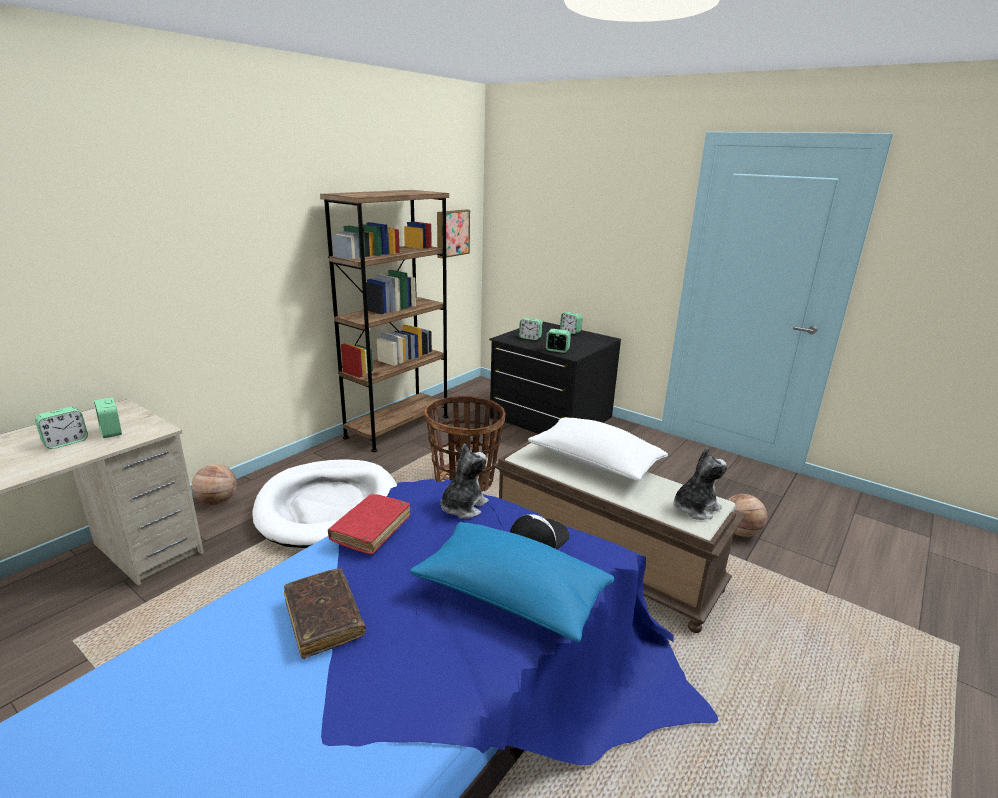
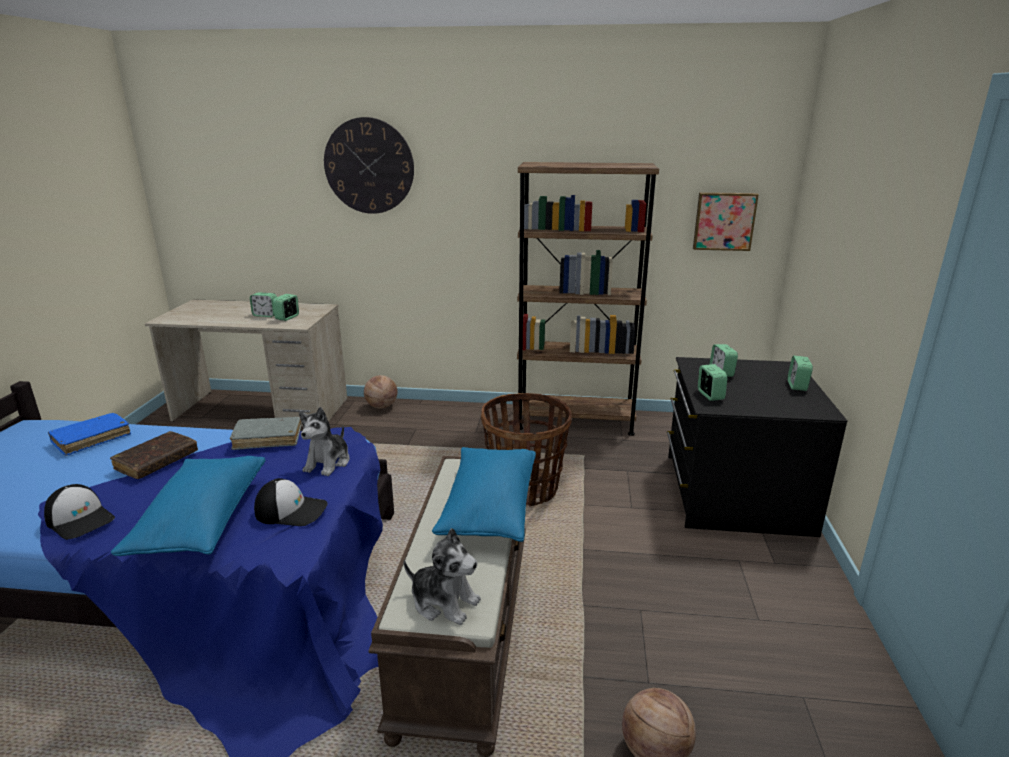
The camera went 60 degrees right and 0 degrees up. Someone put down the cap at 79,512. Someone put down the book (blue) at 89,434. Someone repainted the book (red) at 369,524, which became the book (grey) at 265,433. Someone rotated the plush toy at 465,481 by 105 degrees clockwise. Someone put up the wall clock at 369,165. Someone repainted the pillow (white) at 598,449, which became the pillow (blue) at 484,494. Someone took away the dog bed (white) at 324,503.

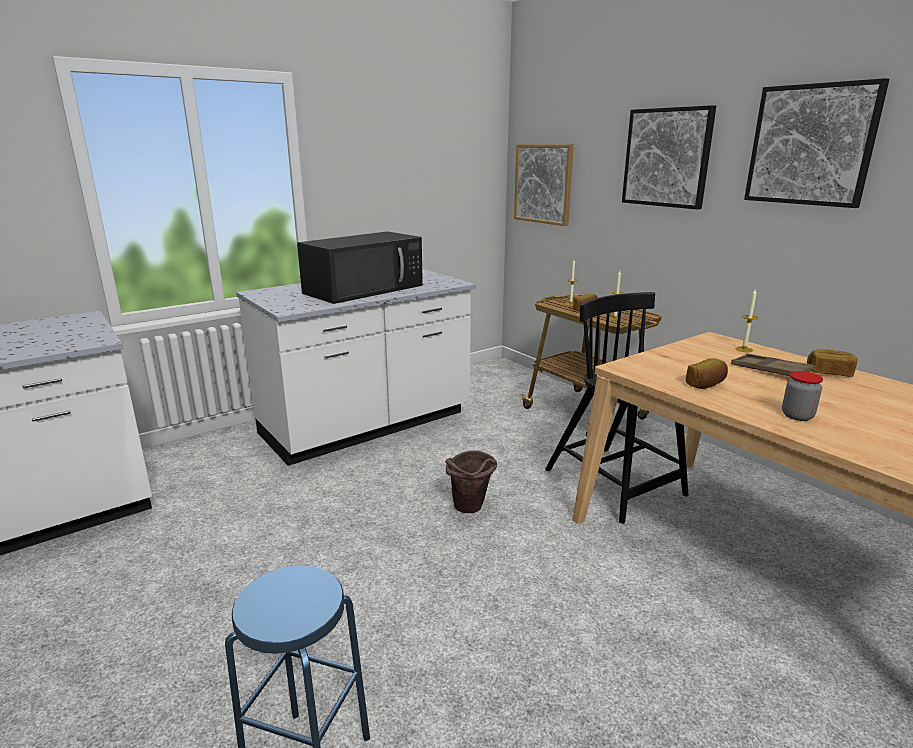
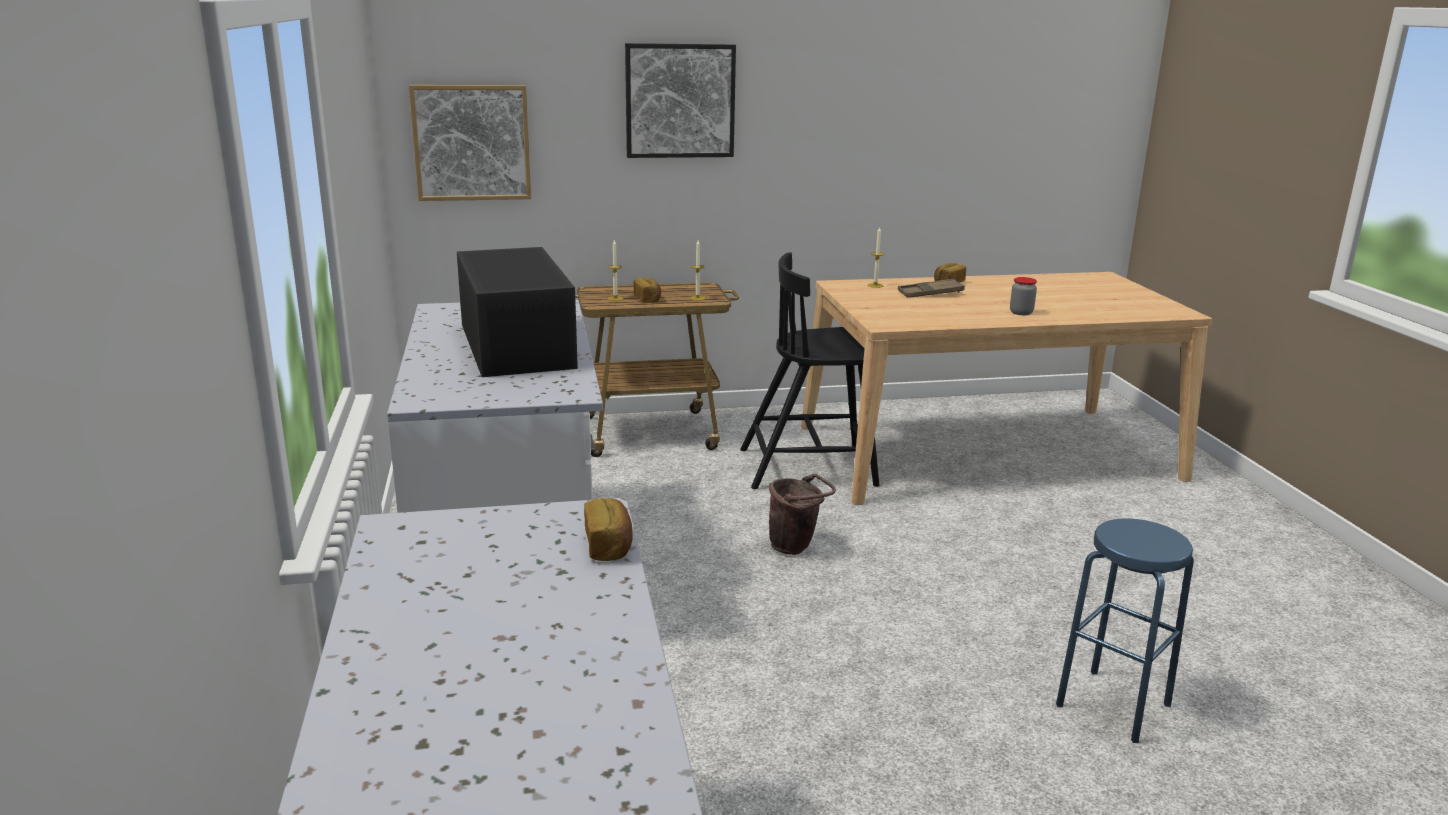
The camera went 65 degrees left and 0 degrees up. Someone carried the bread from 707,373 to 608,529. Someone took away the picture at 817,143.

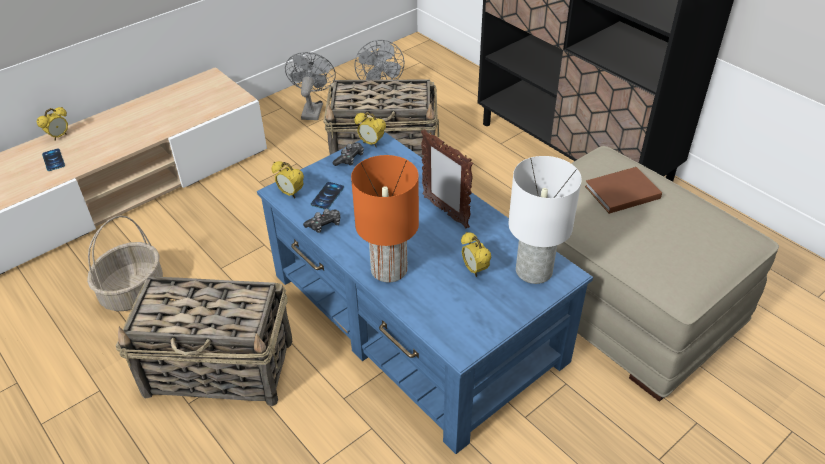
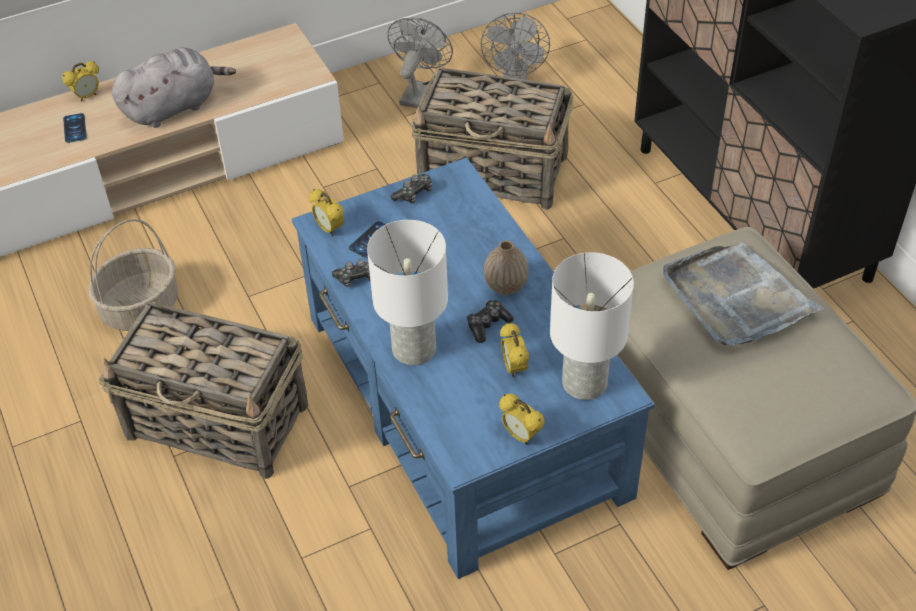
The camera went 15 degrees right and 5 degrees up. Someone put down the plush toy (grey) at 174,87. Someone repainted the table lamp (orange) at 385,219, which became the table lamp (white) at 407,292. Someone put down the game controller at 490,321. Someone swapped the picture frame at 447,178 for the vase at 506,267. Someone carried the alarm clock from 370,130 to 522,419. Someone swapped the book (brown) at 623,190 for the tray (grey) at 743,293.

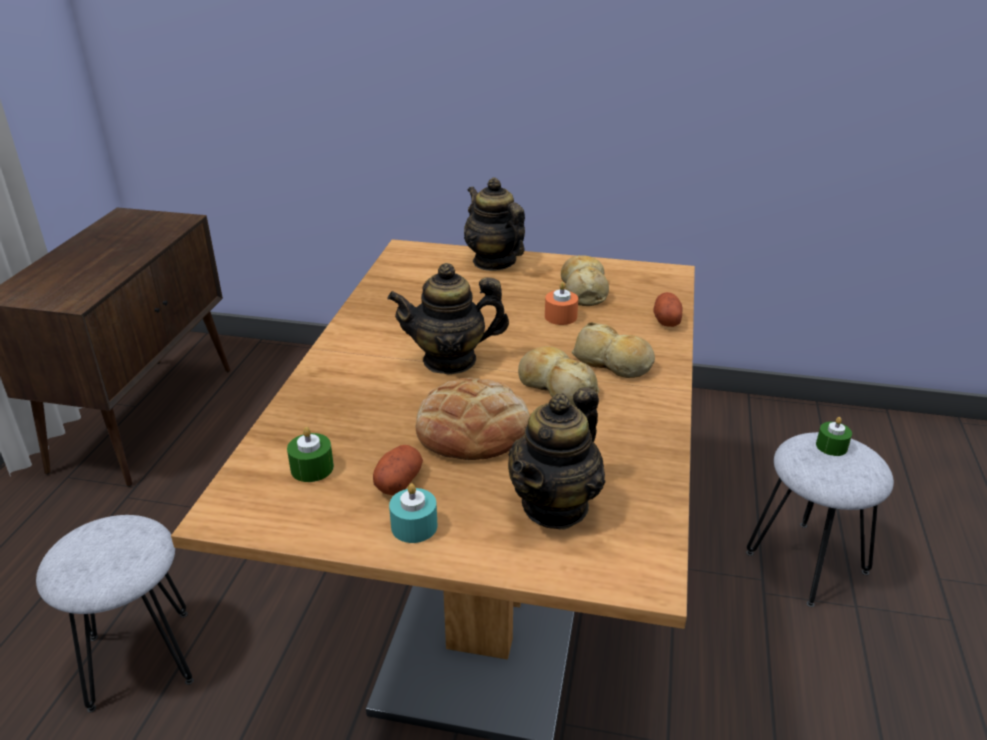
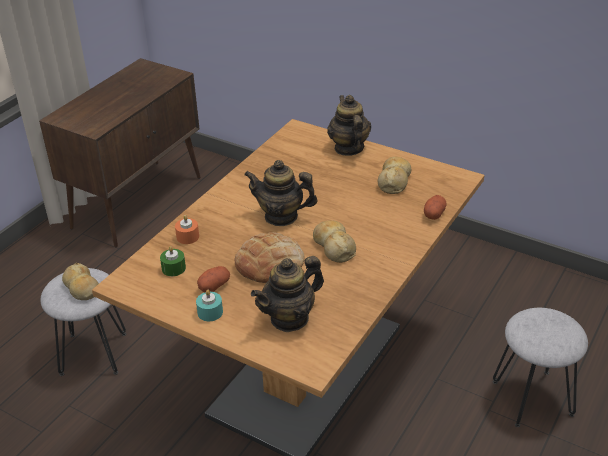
The camera went 20 degrees right and 5 degrees up. Someone carried the bread from 613,350 to 80,281. Someone carried the candle (orange) from 561,303 to 187,229. Someone took away the candle (green) at 834,436.

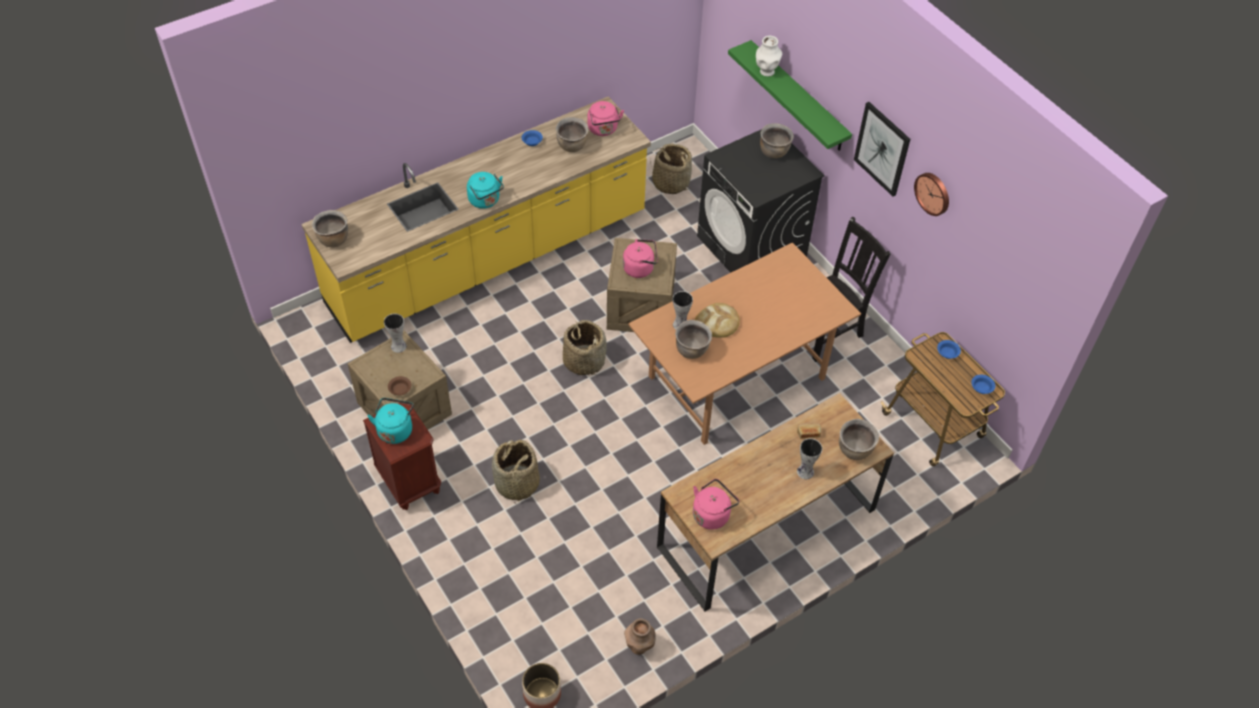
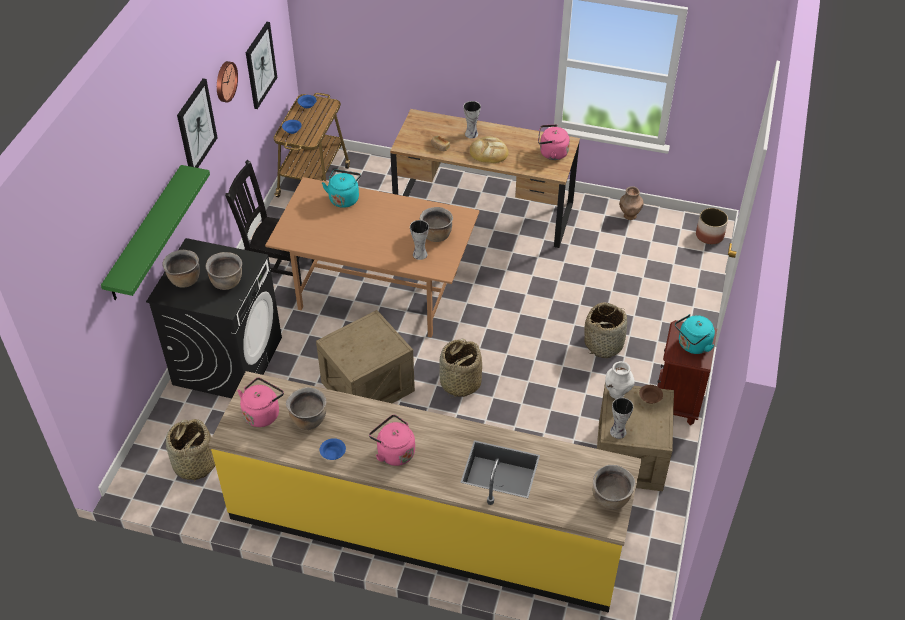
The camera went 130 degrees left and 5 degrees down. Someone carried the cooking pot (brown) from 859,439 to 223,271. Someone put up the picture at 261,65. Someone carried the kettle (turquoise) from 485,190 to 341,189. Someone carried the kettle (pink) from 640,258 to 392,440. Someone carried the bread from 717,320 to 489,149. Someone carried the vase (white) from 769,56 to 620,380.

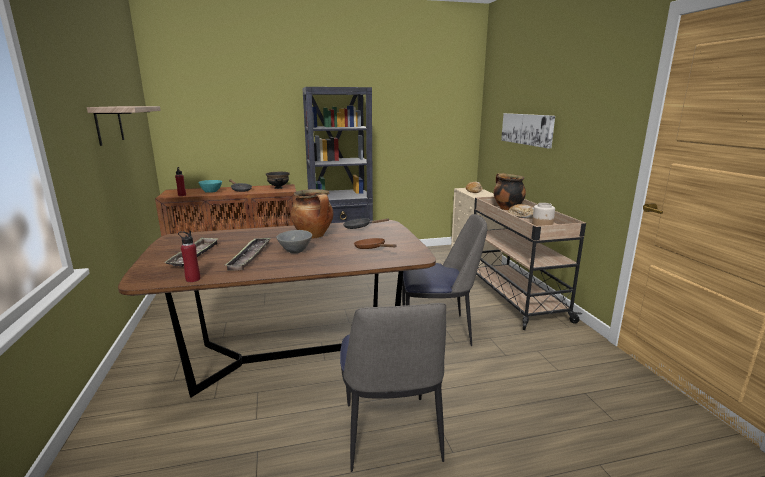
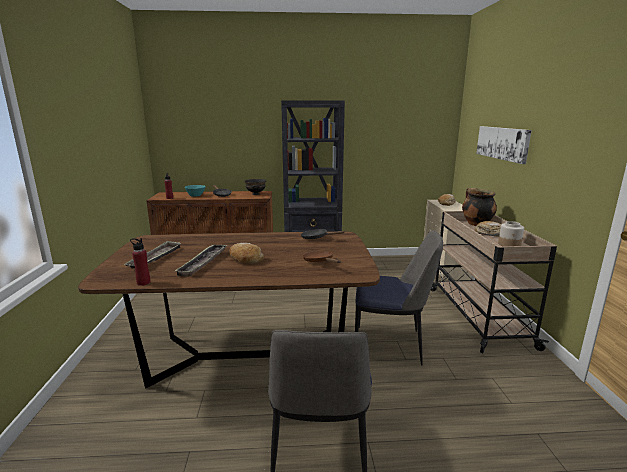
The camera went 10 degrees right and 0 degrees up. Someone swapped the bowl (grey) at 294,241 for the bread at 246,253. Someone took away the shelf at 124,126. Someone took away the cooking pot at 312,214.

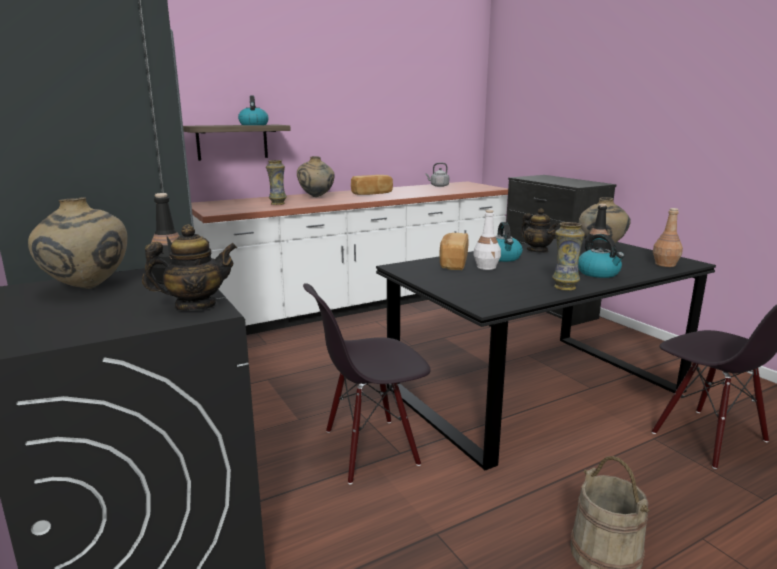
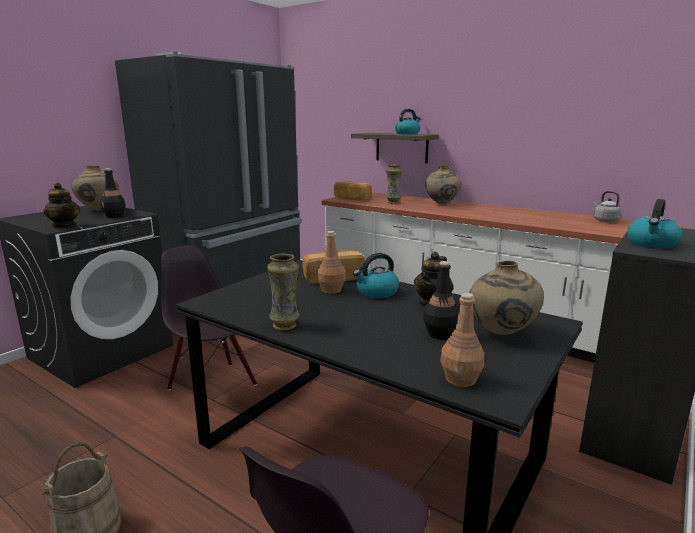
The camera went 65 degrees right and 0 degrees up. Someone repainted the bottle (white) at 487,240, which became the bottle (brown) at 331,262. Someone carried the bread from 372,185 to 352,191. Someone carried the kettle from 601,256 to 655,223.

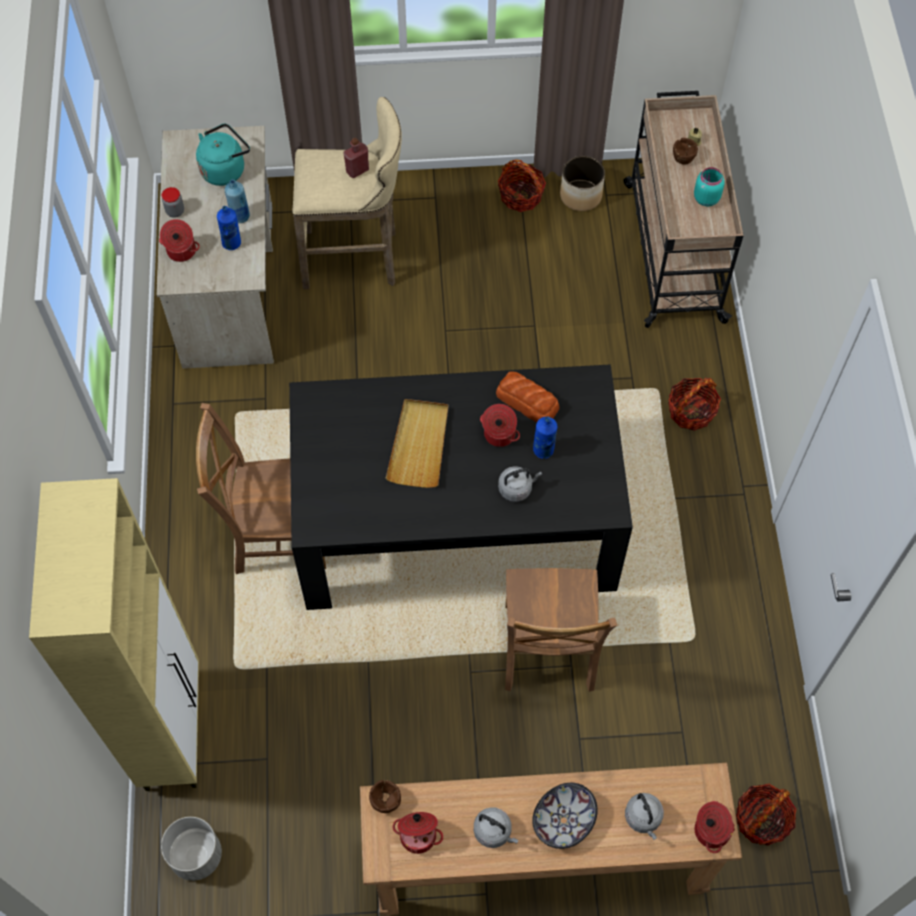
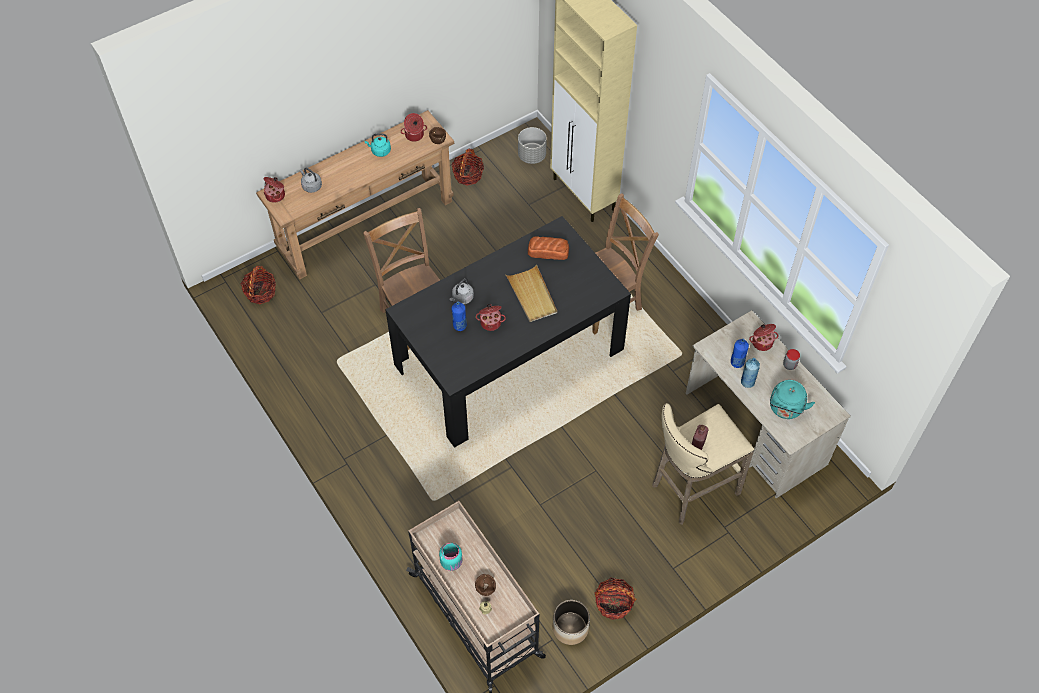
The camera went 150 degrees right and 5 degrees down. Someone repainted the kettle (grey) at 496,827, which became the kettle (turquoise) at 378,145. Someone carried the basket from 694,404 to 467,167. Someone carried the bread from 527,396 to 548,248. Someone took away the bowl at 565,816.

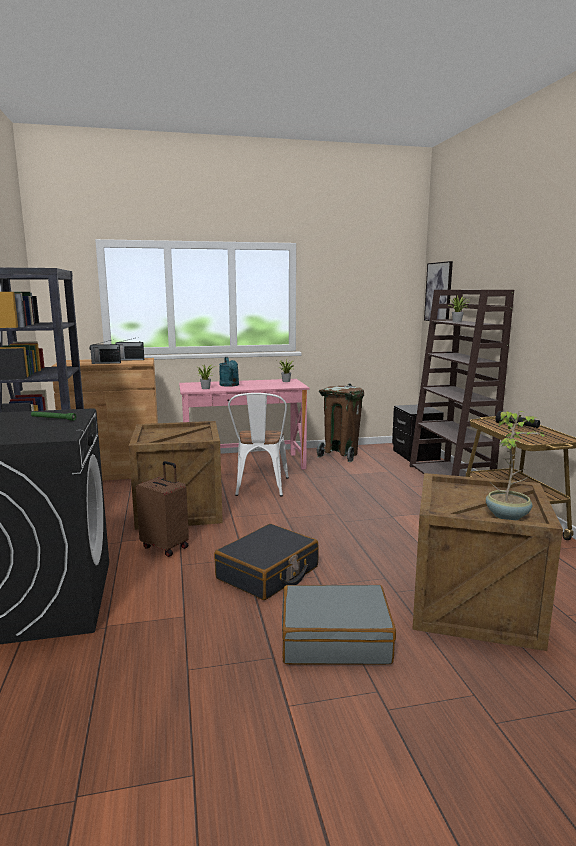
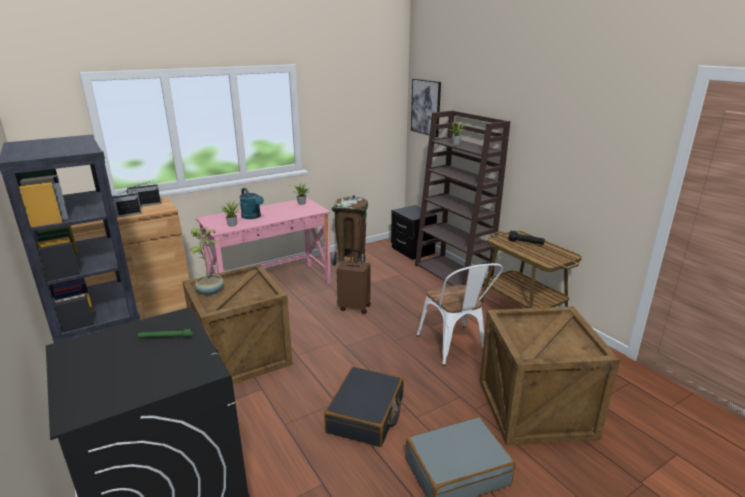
The camera went 20 degrees left and 10 degrees up. Someone carried the potted plant from 515,465 to 207,261. Someone carried the suitcase (brown) from 162,509 to 354,281. Someone carried the chair (white) from 258,444 to 459,314.

